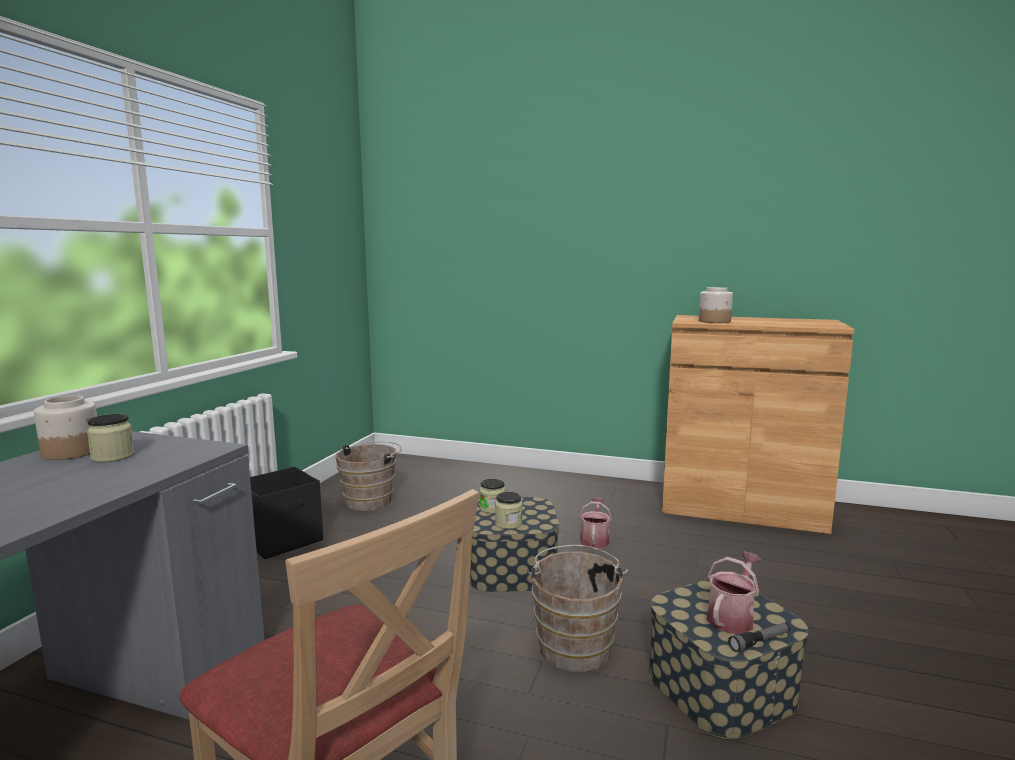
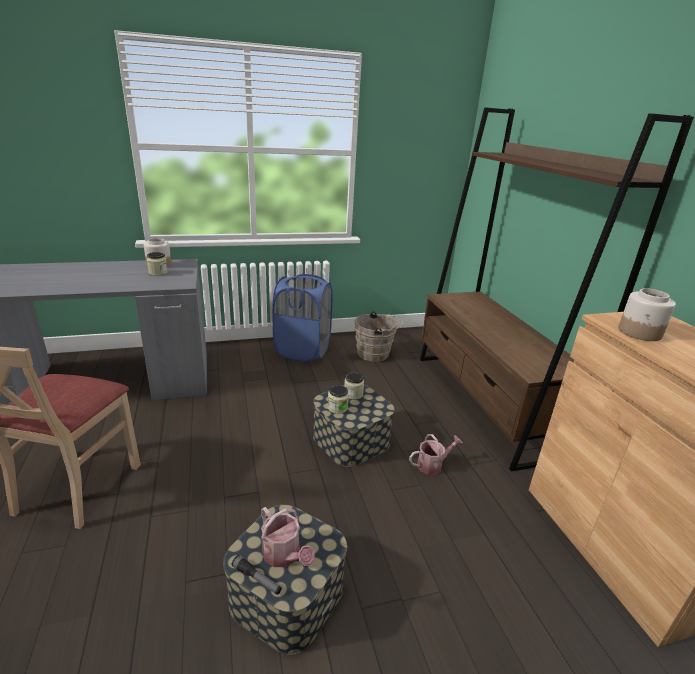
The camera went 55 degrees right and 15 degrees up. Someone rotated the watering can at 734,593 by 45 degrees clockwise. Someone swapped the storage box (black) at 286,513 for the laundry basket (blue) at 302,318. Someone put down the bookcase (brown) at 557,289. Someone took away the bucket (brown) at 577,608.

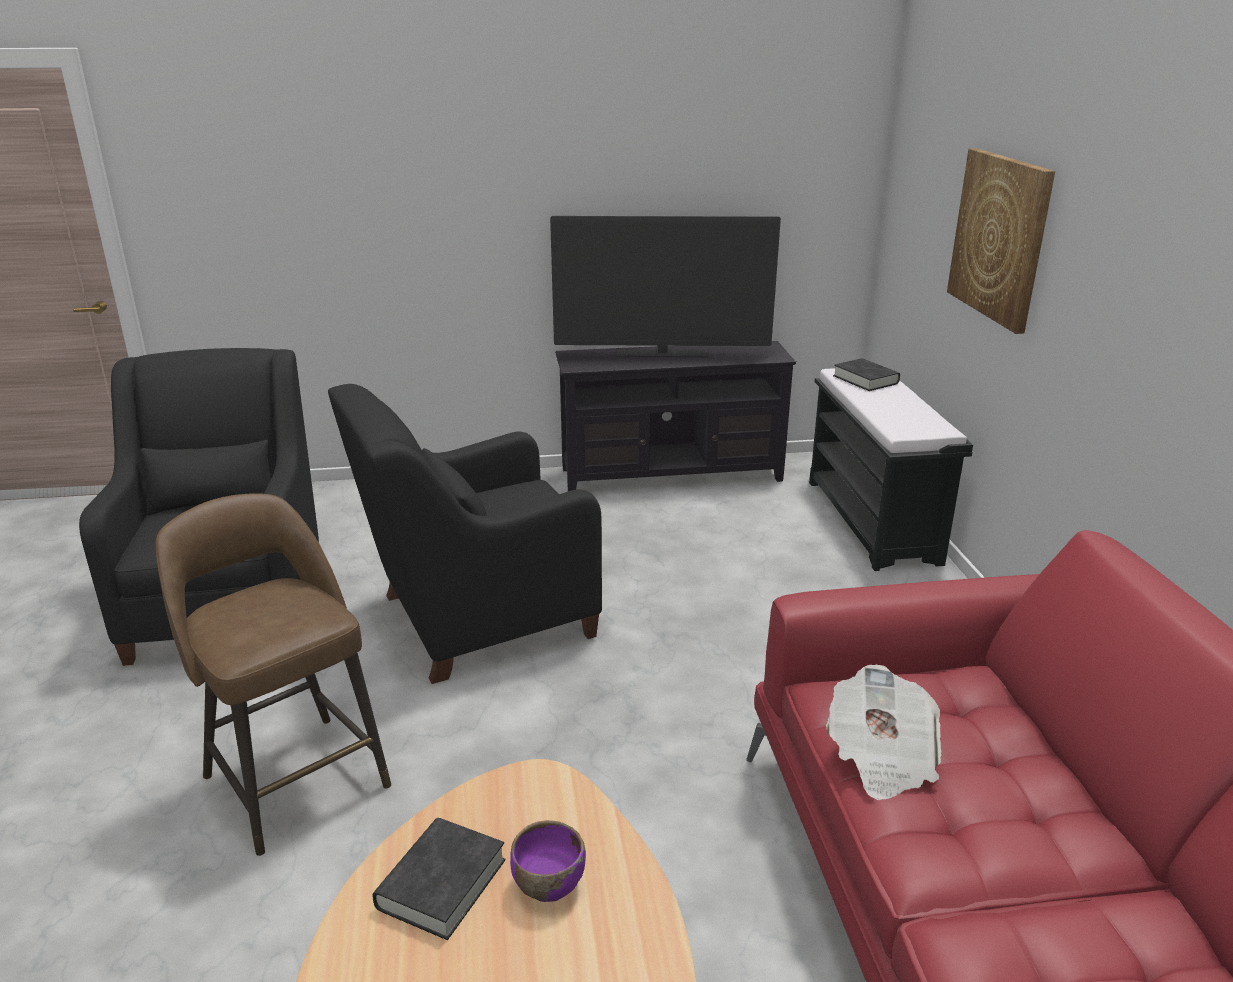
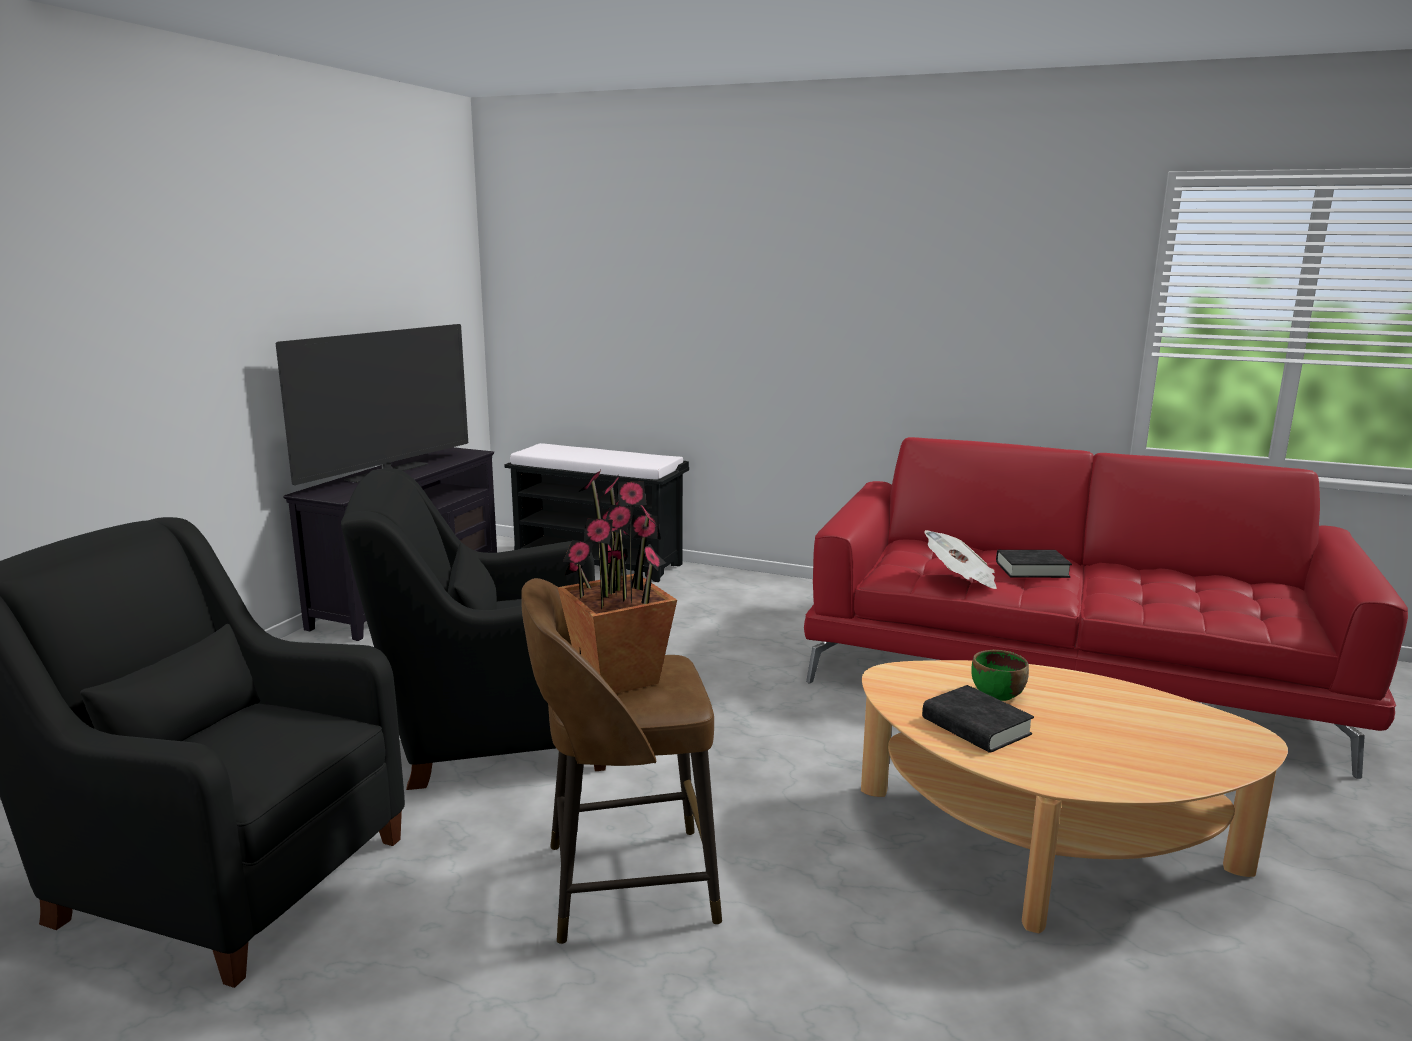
The camera went 60 degrees left and 10 degrees down. Someone rotated the armchair (black) at 465,534 by 75 degrees clockwise. Someone put down the potted plant at 617,582. Someone repainted the bowl (purple) at 548,861, which became the bowl (green) at 1000,675. Someone carried the book (black) from 866,374 to 1034,564. Someone took away the picture at 1001,241.

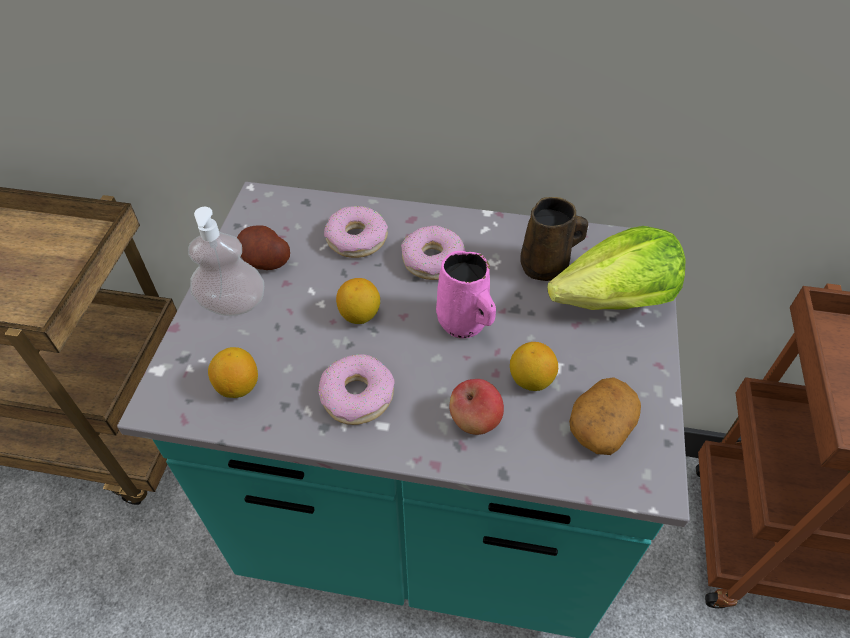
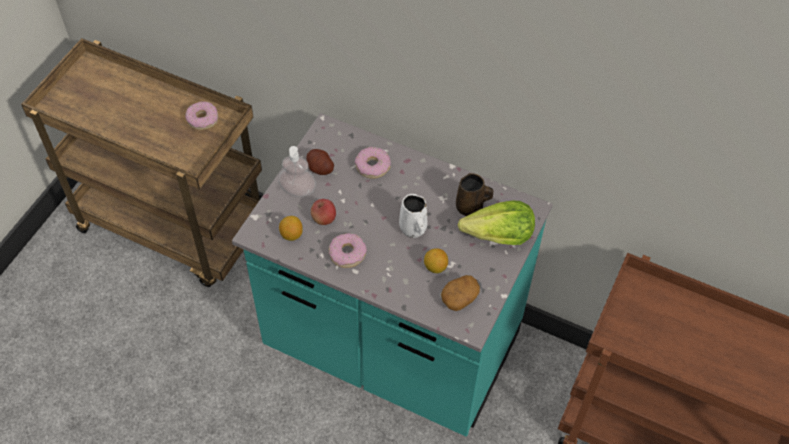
The camera went 15 degrees right and 5 degrees up. Someone carried the donut from 433,253 to 201,115. Someone carried the apple from 477,407 to 323,212. Someone repainted the mug (pink) at 466,294, which became the mug (white) at 413,216. Someone took away the lemon at 358,301.

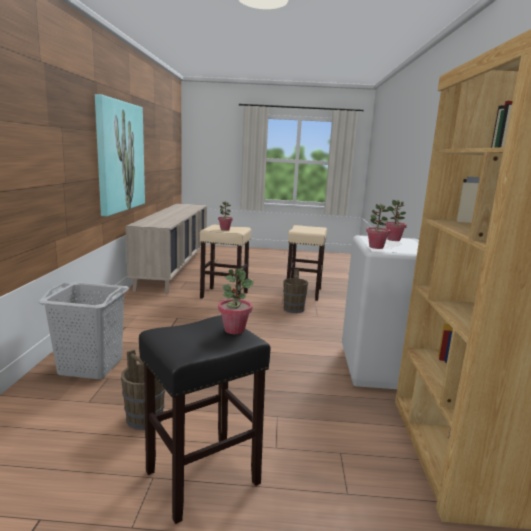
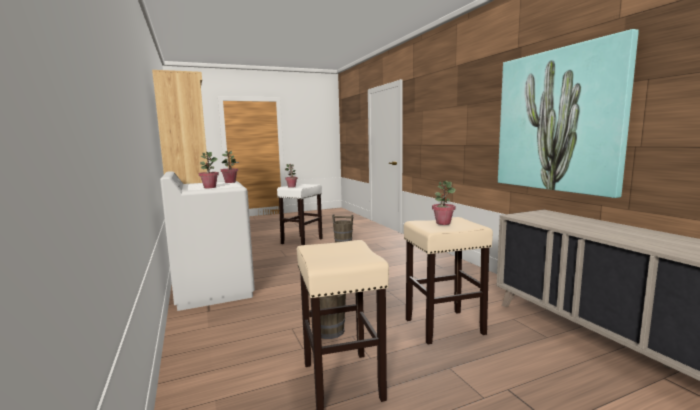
The camera went 155 degrees right and 5 degrees down. Someone repainted the stool (black) at 205,419, which became the stool (white) at 300,214. Someone took away the laundry basket (grey) at 83,330.

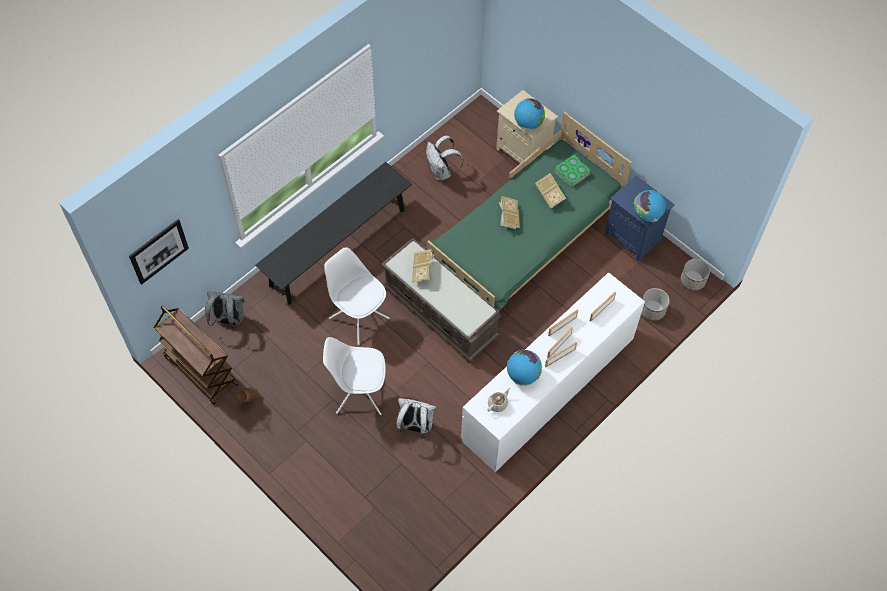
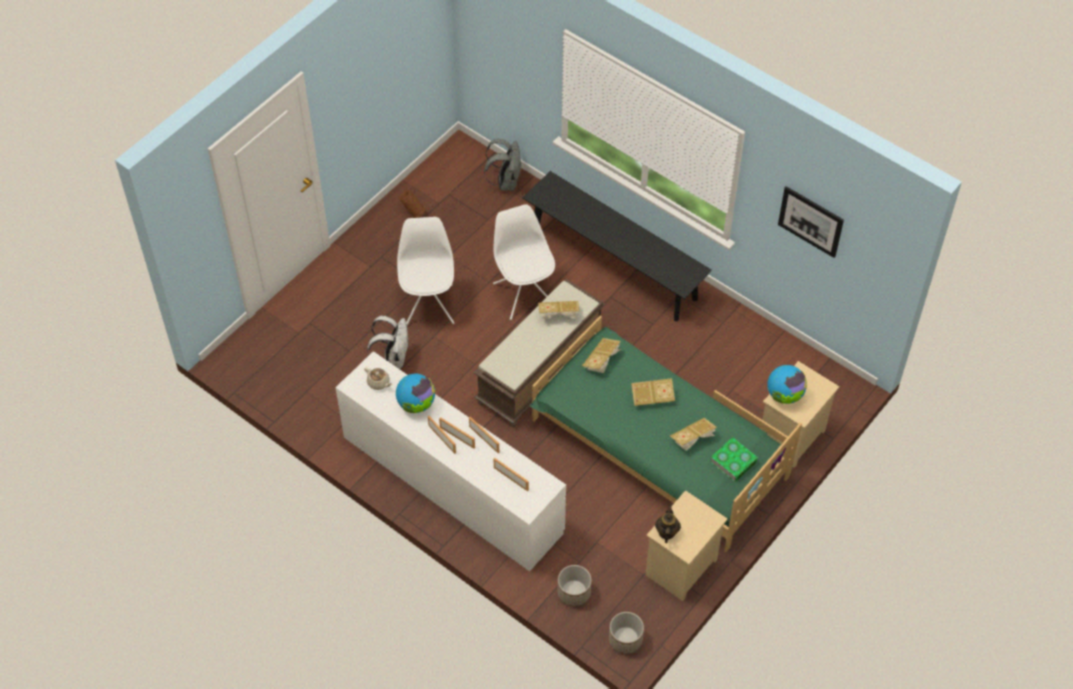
The camera went 85 degrees right and 5 degrees down. Someone rotated the chair (white) at 357,296 by 60 degrees counterclockwise. Someone put down the book at 601,355. Someone repainted the nightstand (blue) at 639,218, which became the nightstand (beige) at 686,545. Someone swapped the globe at 649,206 for the teapot at 668,524. Someone carried the picture from 159,252 to 811,222. Someone took away the cart (brown) at 196,355. Someone took away the backpack (white) at 444,158.

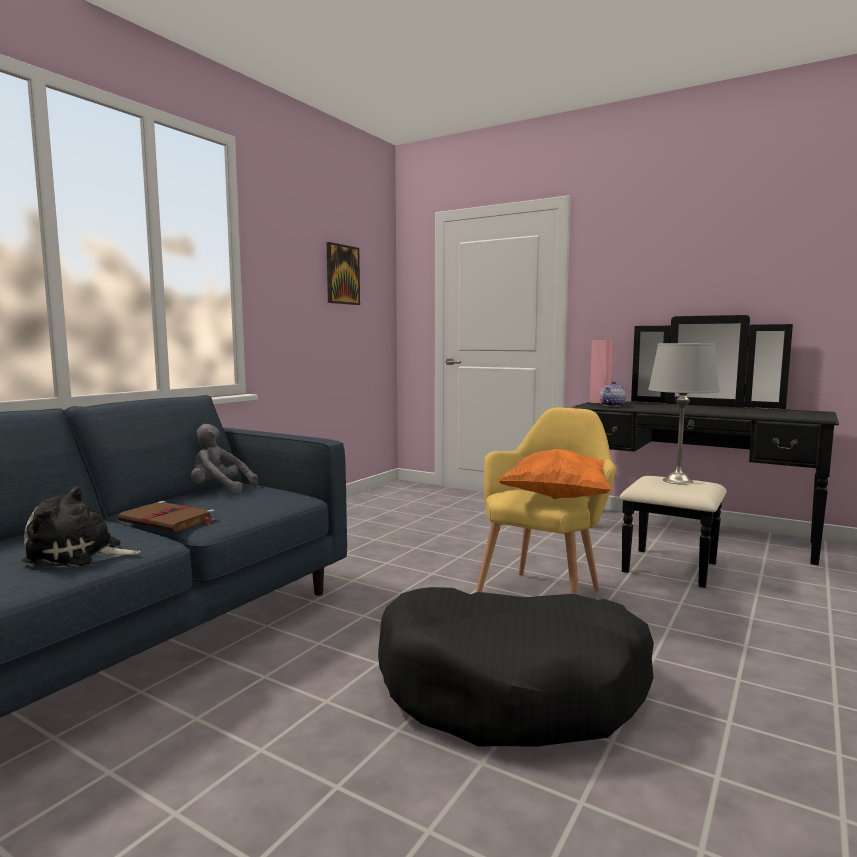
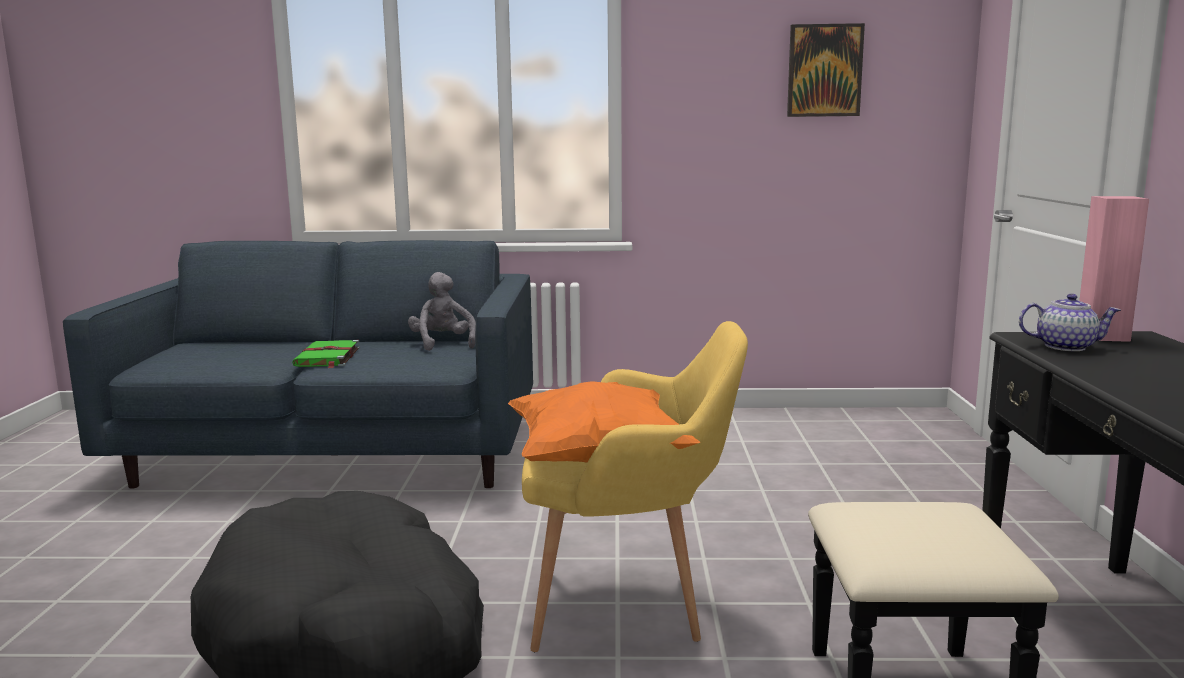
The camera went 60 degrees right and 5 degrees up. Someone repainted the book (brown) at 166,516, which became the book (green) at 326,354. Someone took away the plush toy at 81,526. Someone took away the table lamp (grey) at 684,414.

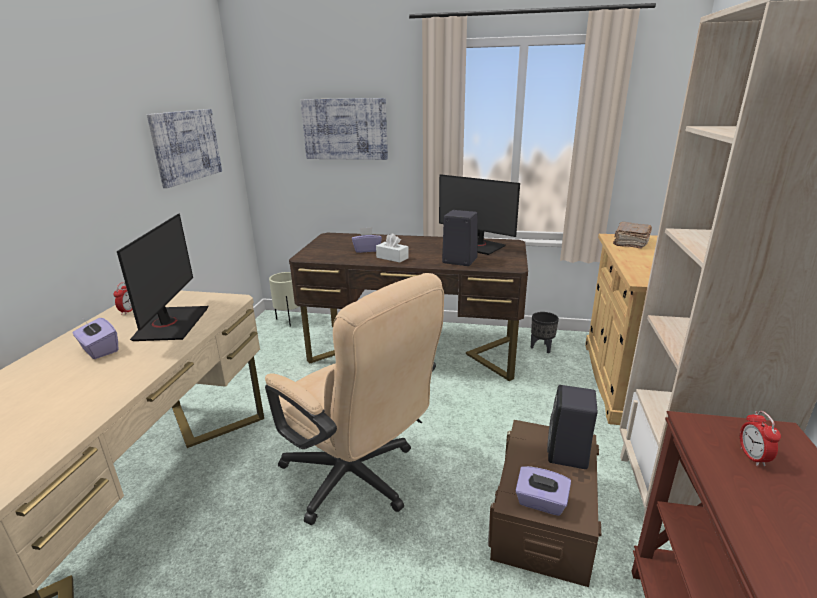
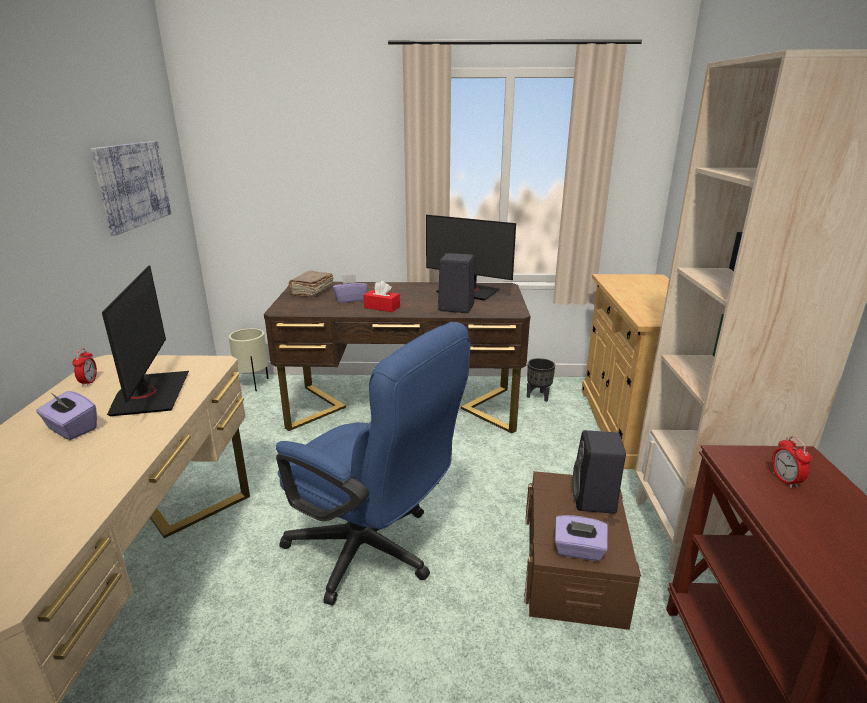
The camera went 10 degrees left and 0 degrees up. Someone repainted the office chair (beige) at 354,399, which became the office chair (blue) at 373,463. Someone carried the book (brown) from 632,235 to 311,284. Someone repainted the tissue box (white) at 392,248, which became the tissue box (red) at 381,296. Someone took away the picture at 344,129.

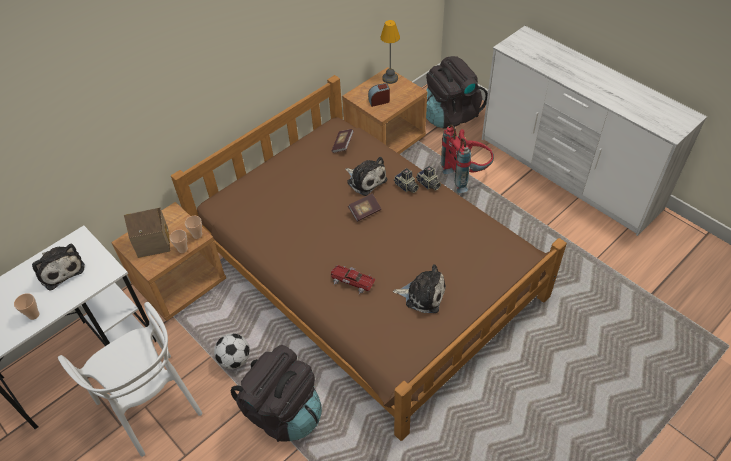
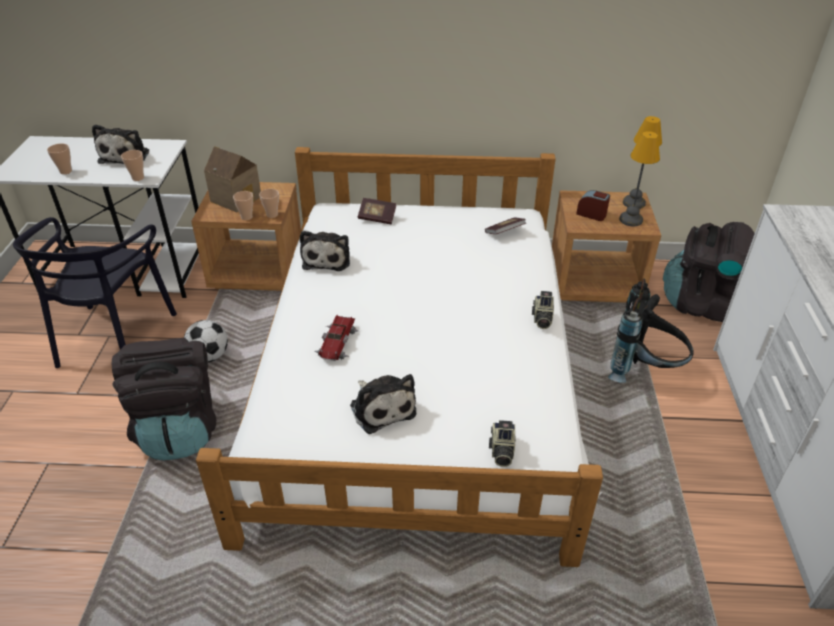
The camera went 45 degrees right and 10 degrees down. Someone repainted the chair (white) at 130,379, which became the chair (black) at 95,292. Someone put down the cup at 132,165. Someone repainted the bed (brown) at 369,258, which became the bed (white) at 399,357. Someone carried the plush toy from 366,176 to 325,251. Someone rotated the toy car at 353,279 by 150 degrees counterclockwise. Someone carried the book from 364,207 to 377,211. Someone carried the photo camera from 406,180 to 502,443. Someone repainted the backpack (red) at 467,158, which became the backpack (black) at 651,331. Someone put down the table lamp at 639,178.

